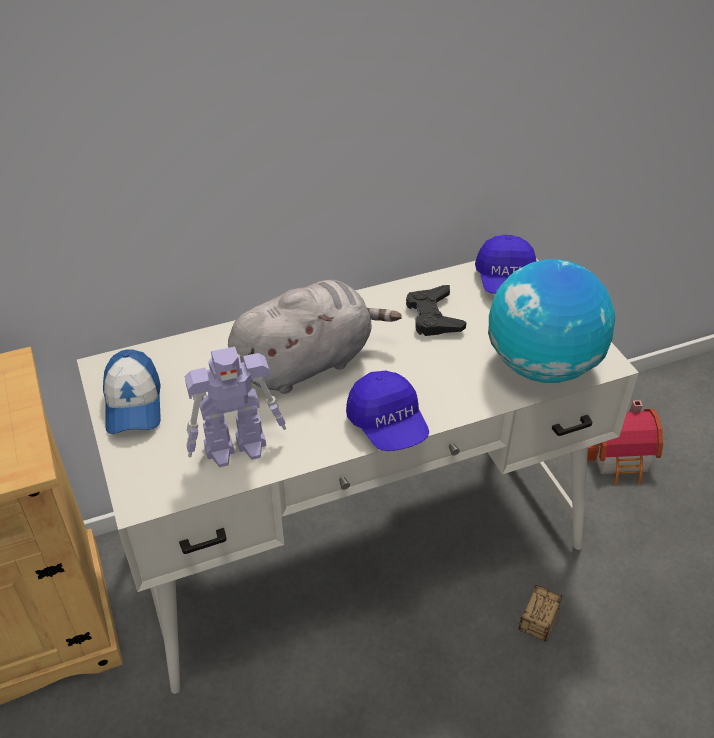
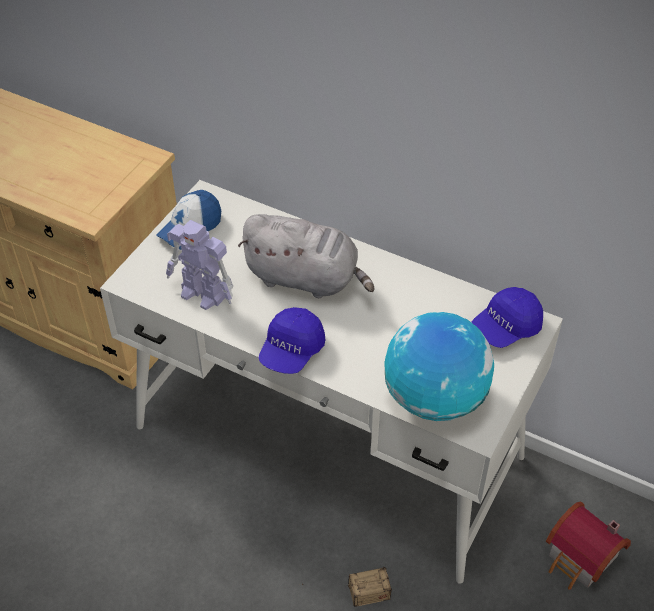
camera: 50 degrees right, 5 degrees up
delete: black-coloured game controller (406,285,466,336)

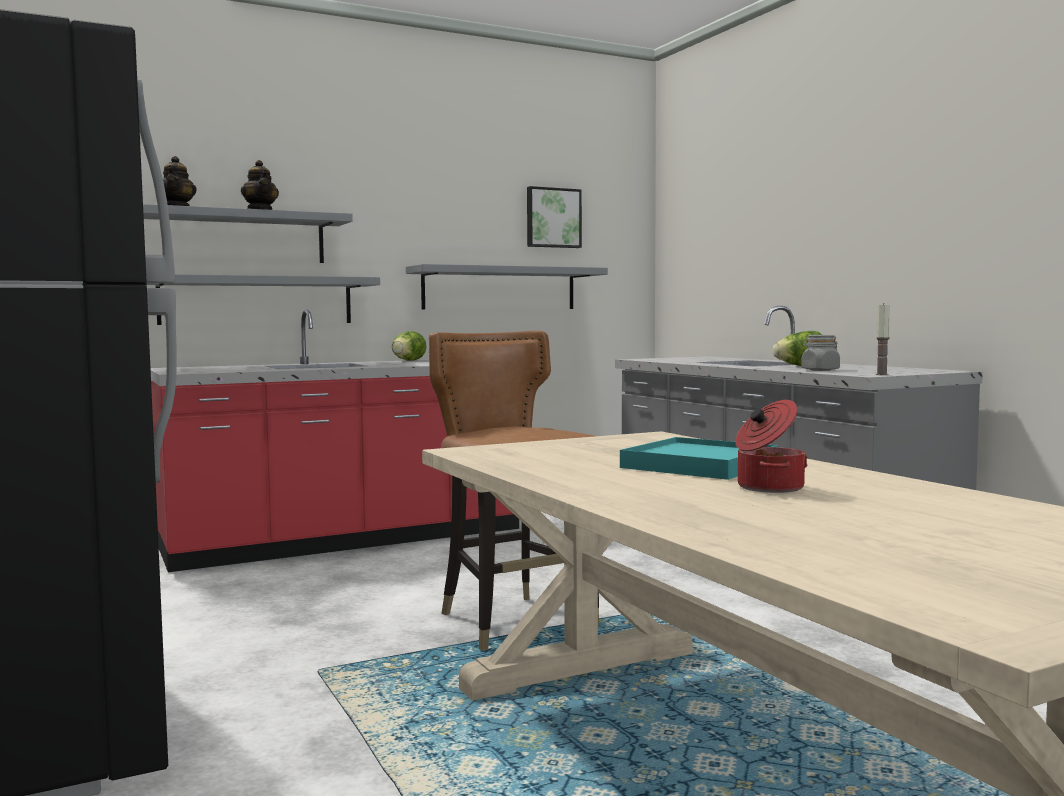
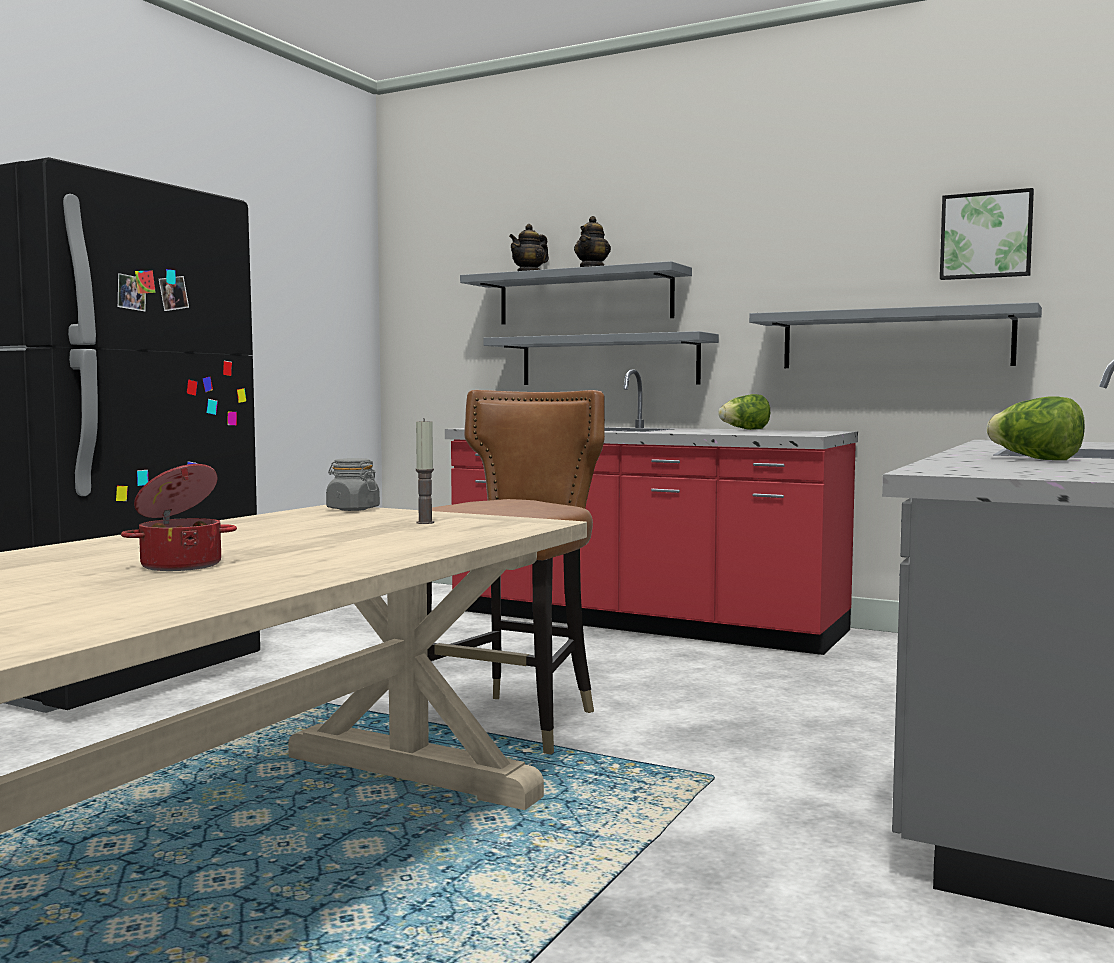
camera: 55 degrees right, 0 degrees up
delete: blue-green carrying tray (620,437,778,480)
move: greyish storage jar (801,335,840,371) to (326,458,380,511); wax light (876,304,890,375) to (416,418,434,524)

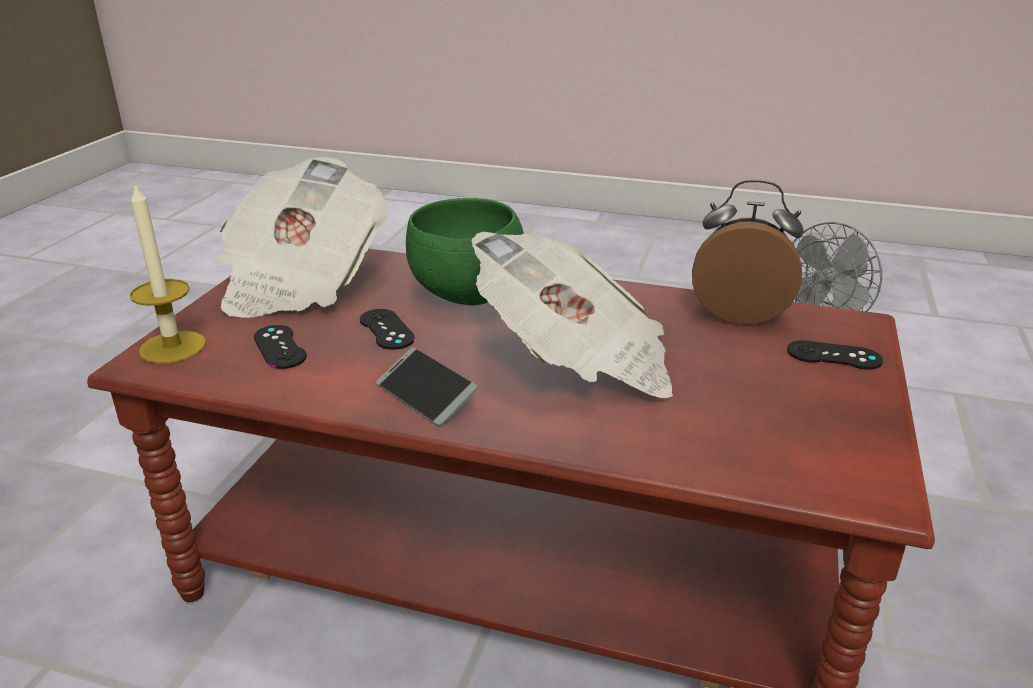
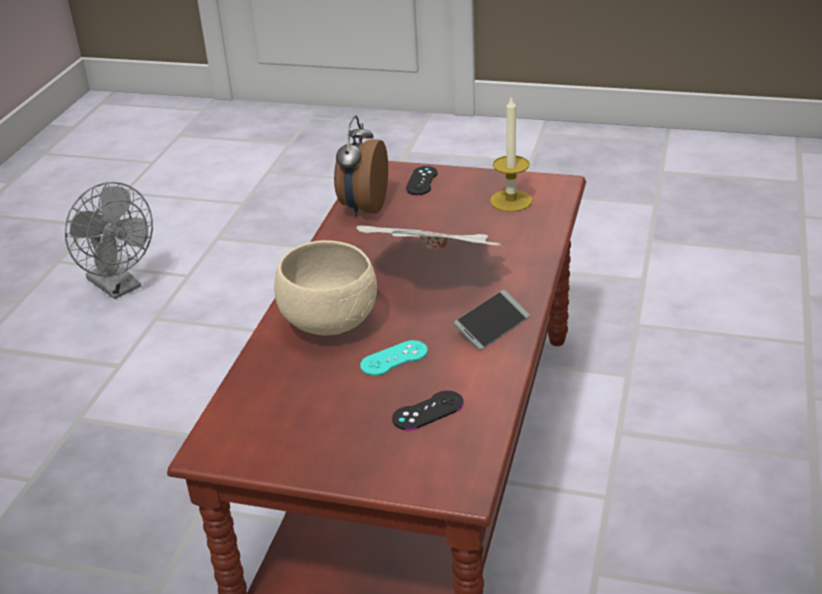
camera: 90 degrees left, 5 degrees up
delete: daily paper (216,157,387,318)
move: wax light (130,182,206,364) to (490,97,532,212)
recolor: black-coloured game controller (360,309,415,350) to blue-green game controller (360,340,428,376); green serving bowl (406,198,524,305) to beige serving bowl (274,240,377,336)

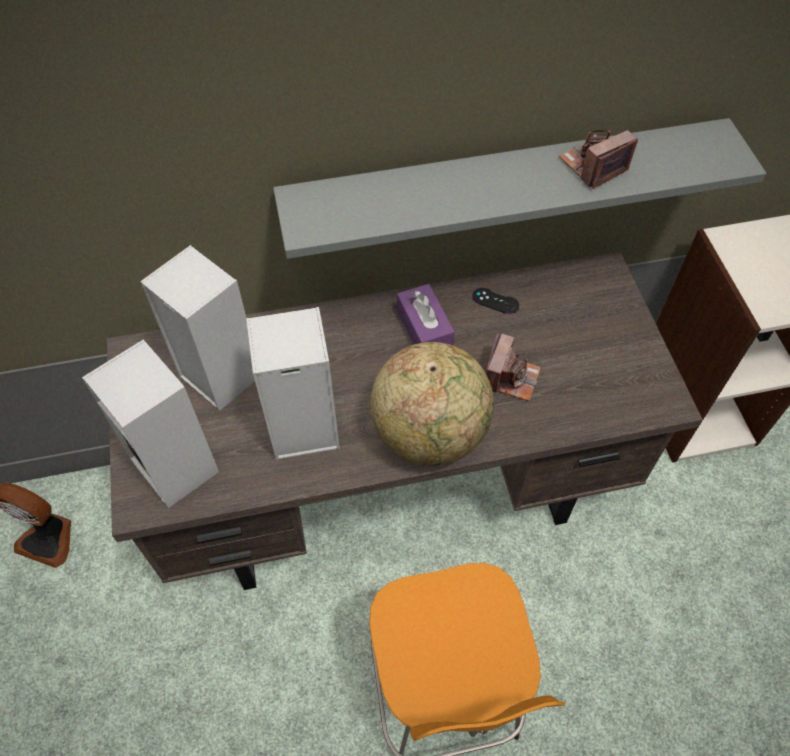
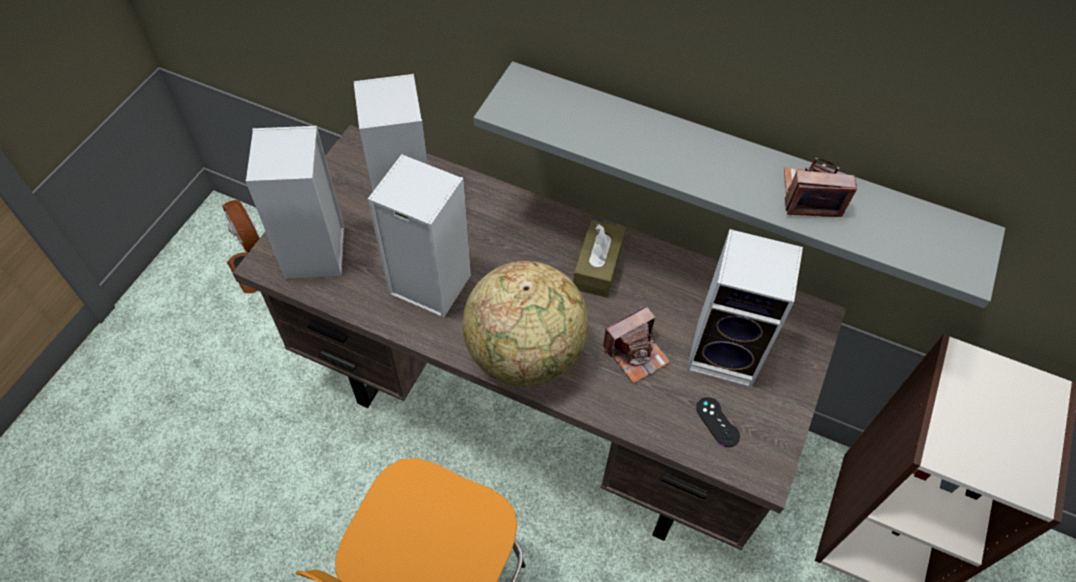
camera: 35 degrees right, 0 degrees up
insert: loudspeaker (687,229,803,388)
move: black-coloured game controller (472,288,519,314) to (696,397,740,447)
recolor: purple tissue box (397,284,455,345) to brown-coloured tissue box (573,220,626,298)

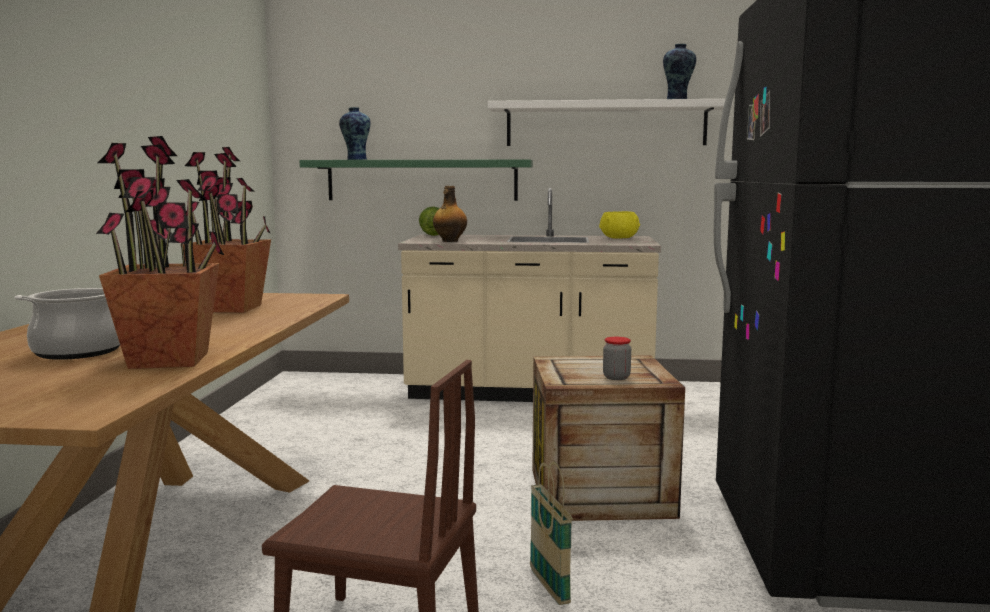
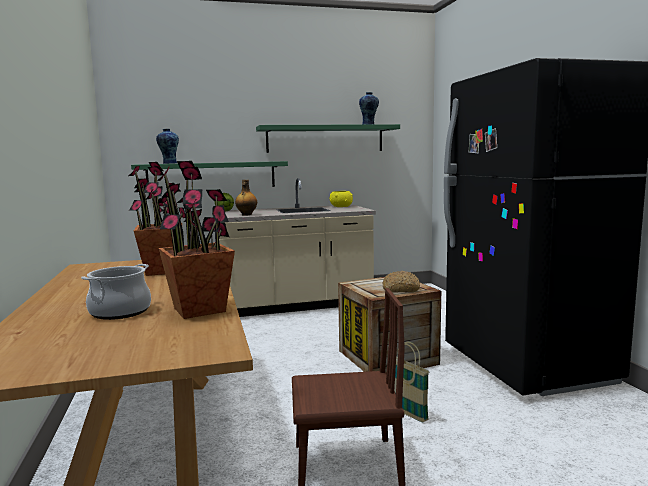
camera: 20 degrees left, 0 degrees up
replace: storage jar (603,337,631,380) to bread (382,271,420,293)
recolor: whitish shelf (488,99,733,146) to green shelf (256,124,400,153)

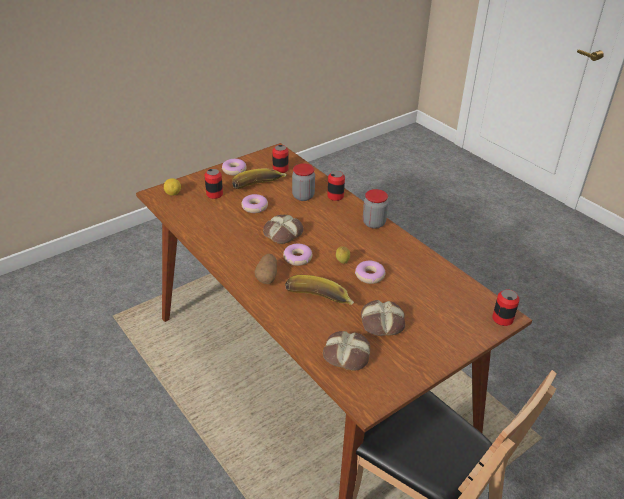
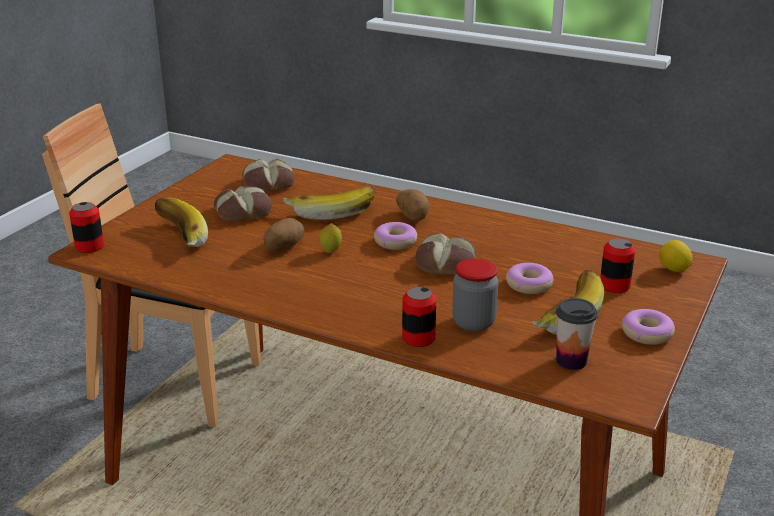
camera: 155 degrees right, 10 degrees down
delete: storage jar (363,189,388,229)
insert: whole banana (155,197,208,247)
replace: metal can (272,145,288,173) to drinking cup (556,298,598,370); doughnut (355,261,385,284) to potato (263,218,304,251)

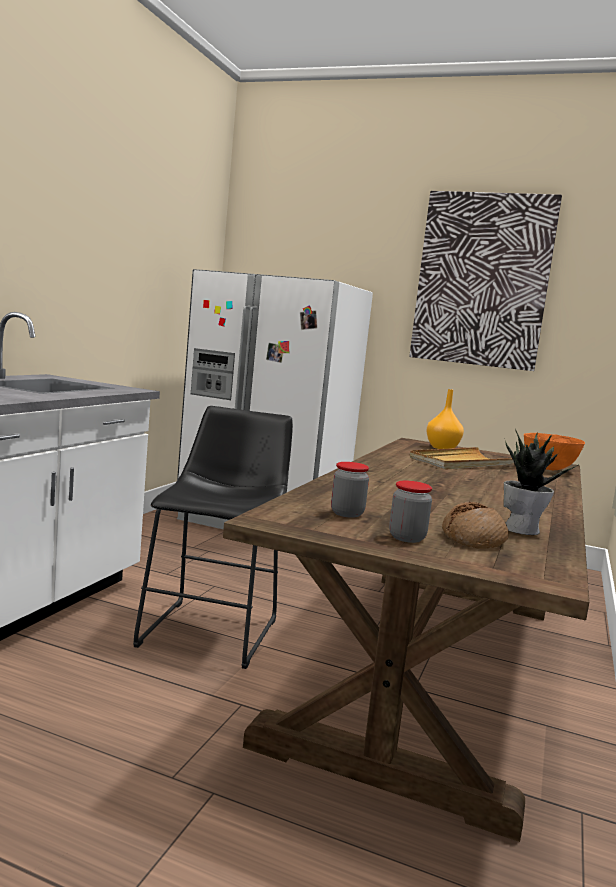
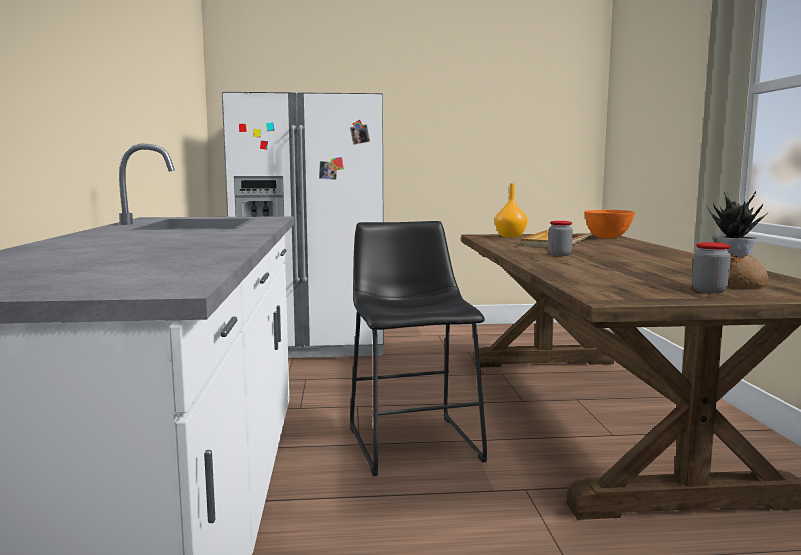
camera: 25 degrees left, 0 degrees up
delete: picture (409,191,562,371)
move: storage jar (331,462,369,518) to (548,221,573,256)

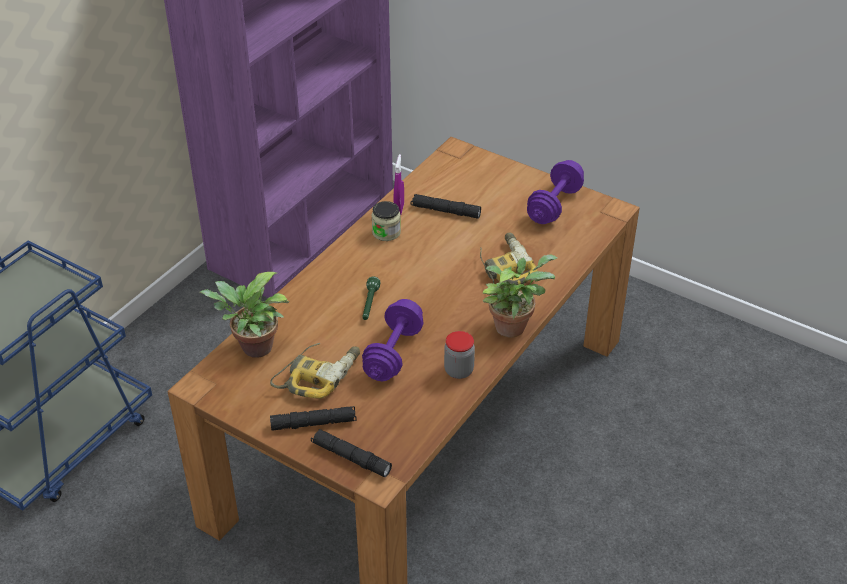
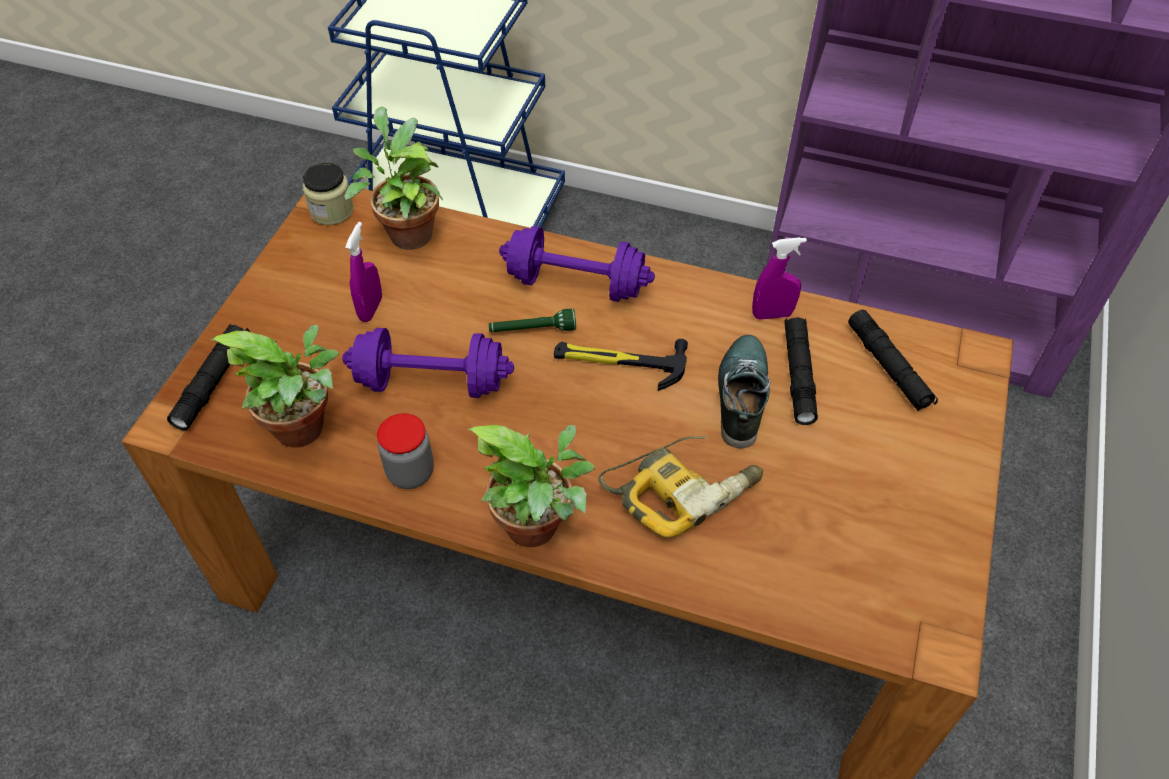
camera: 75 degrees right, 10 degrees up
insert: plant in a pot (211,325,339,447); hammer (554,339,688,391); item of footwear (718,335,770,448)
move: black-coloured torch (270,406,357,431) to (848,310,938,411); storage jar (372,201,401,241) to (303,162,354,225); purple hand weight (527,160,584,224) to (499,226,655,302)
replace: power drill (270,343,360,399) to purple spray bottle (345,222,382,322)

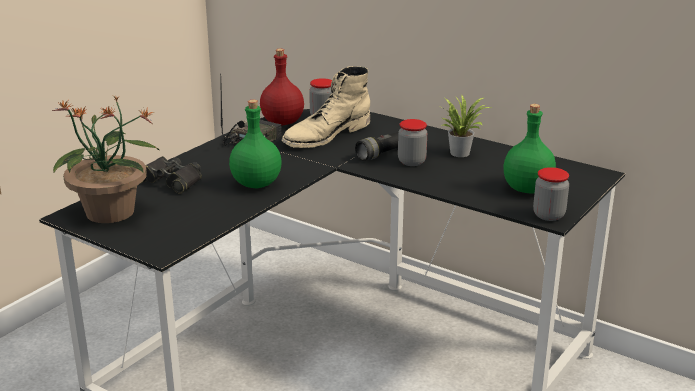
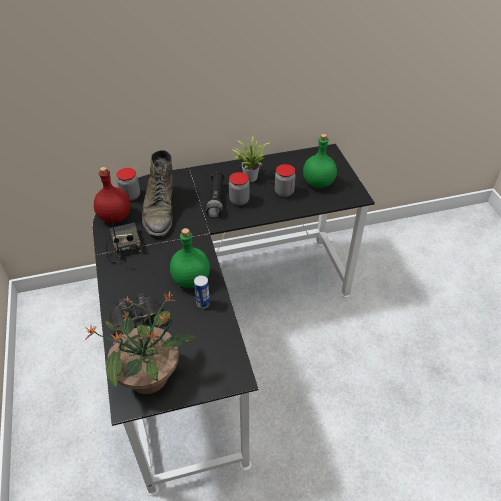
camera: 50 degrees left, 20 degrees up
insert: metal can (194,275,210,309)
move: storage jar (533,167,569,221) to (275,164,296,197)
recolor: beige boot (281,66,370,148) to green boot (142,150,173,236)

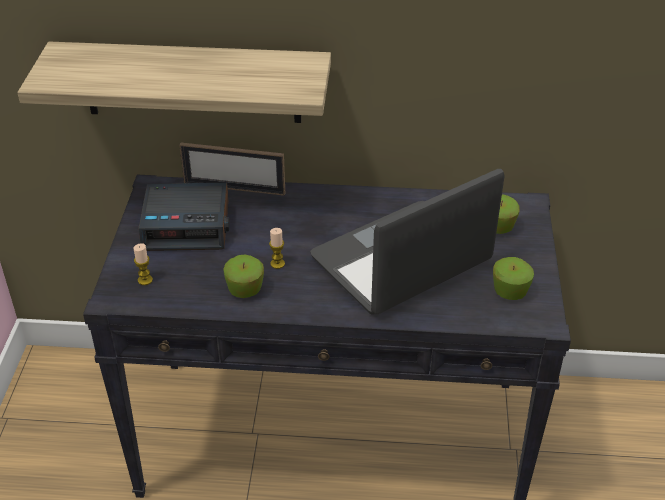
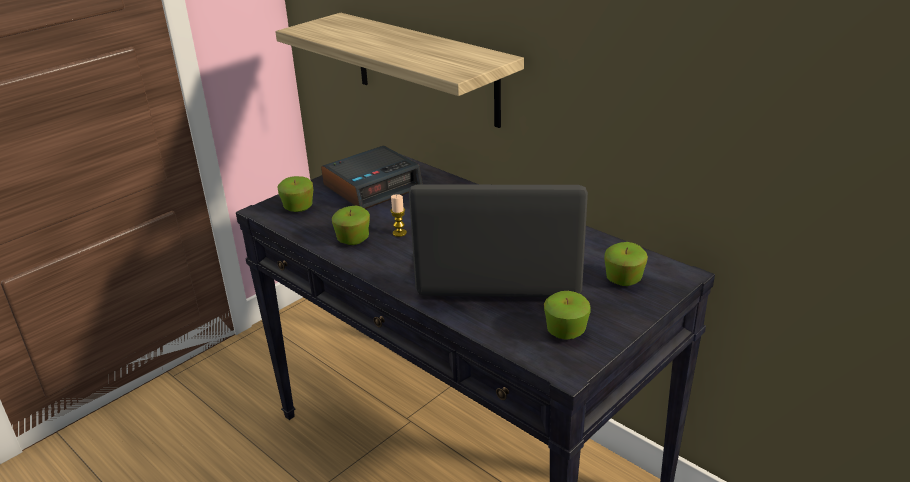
camera: 40 degrees right, 10 degrees down
delete: photo frame (179,143,285,196)
replace: wax light (133,243,153,285) to whole apple (277,176,313,212)
rotate: alarm clock (139,183,230,251) = (321,146,423,209) 75 degrees counterclockwise

